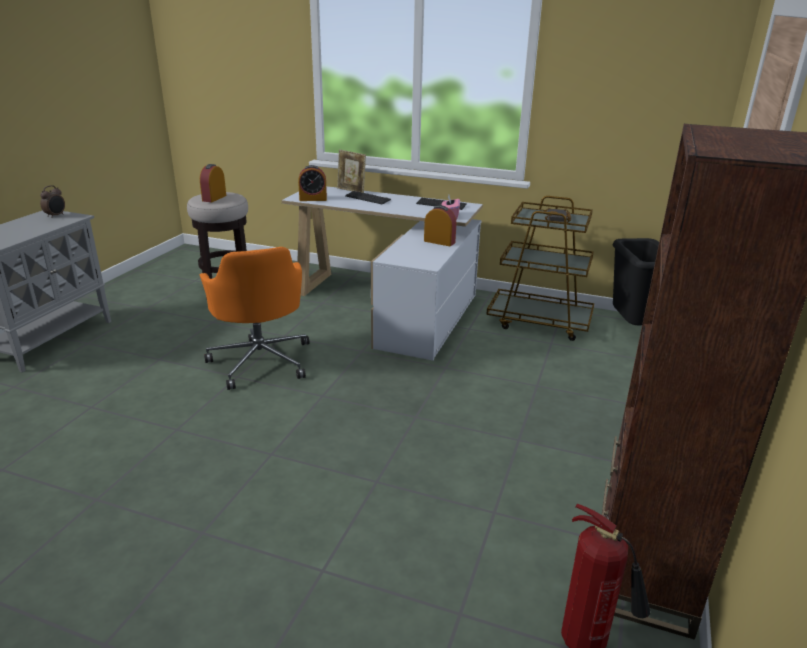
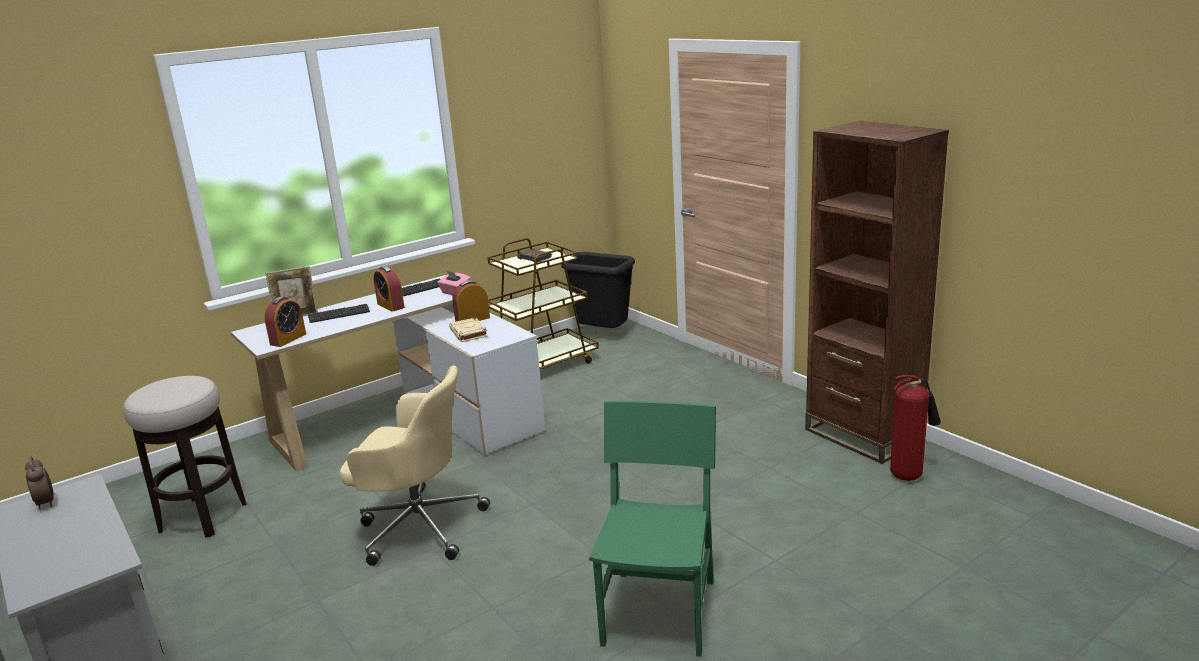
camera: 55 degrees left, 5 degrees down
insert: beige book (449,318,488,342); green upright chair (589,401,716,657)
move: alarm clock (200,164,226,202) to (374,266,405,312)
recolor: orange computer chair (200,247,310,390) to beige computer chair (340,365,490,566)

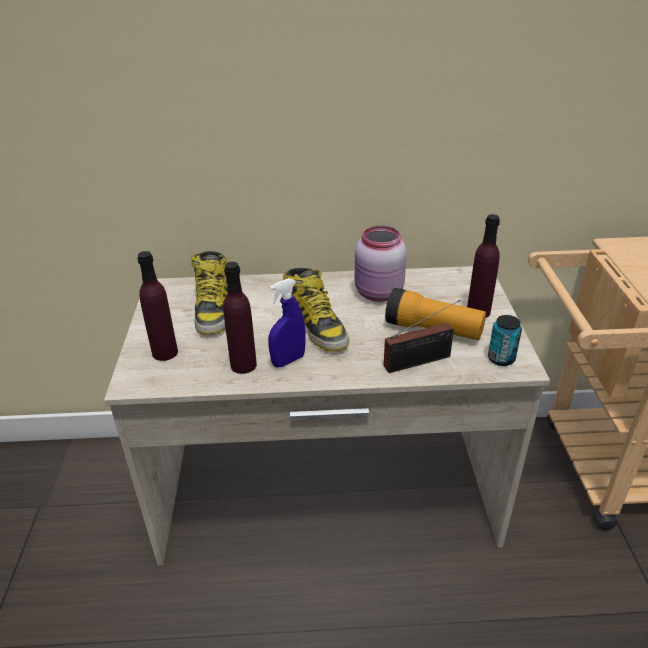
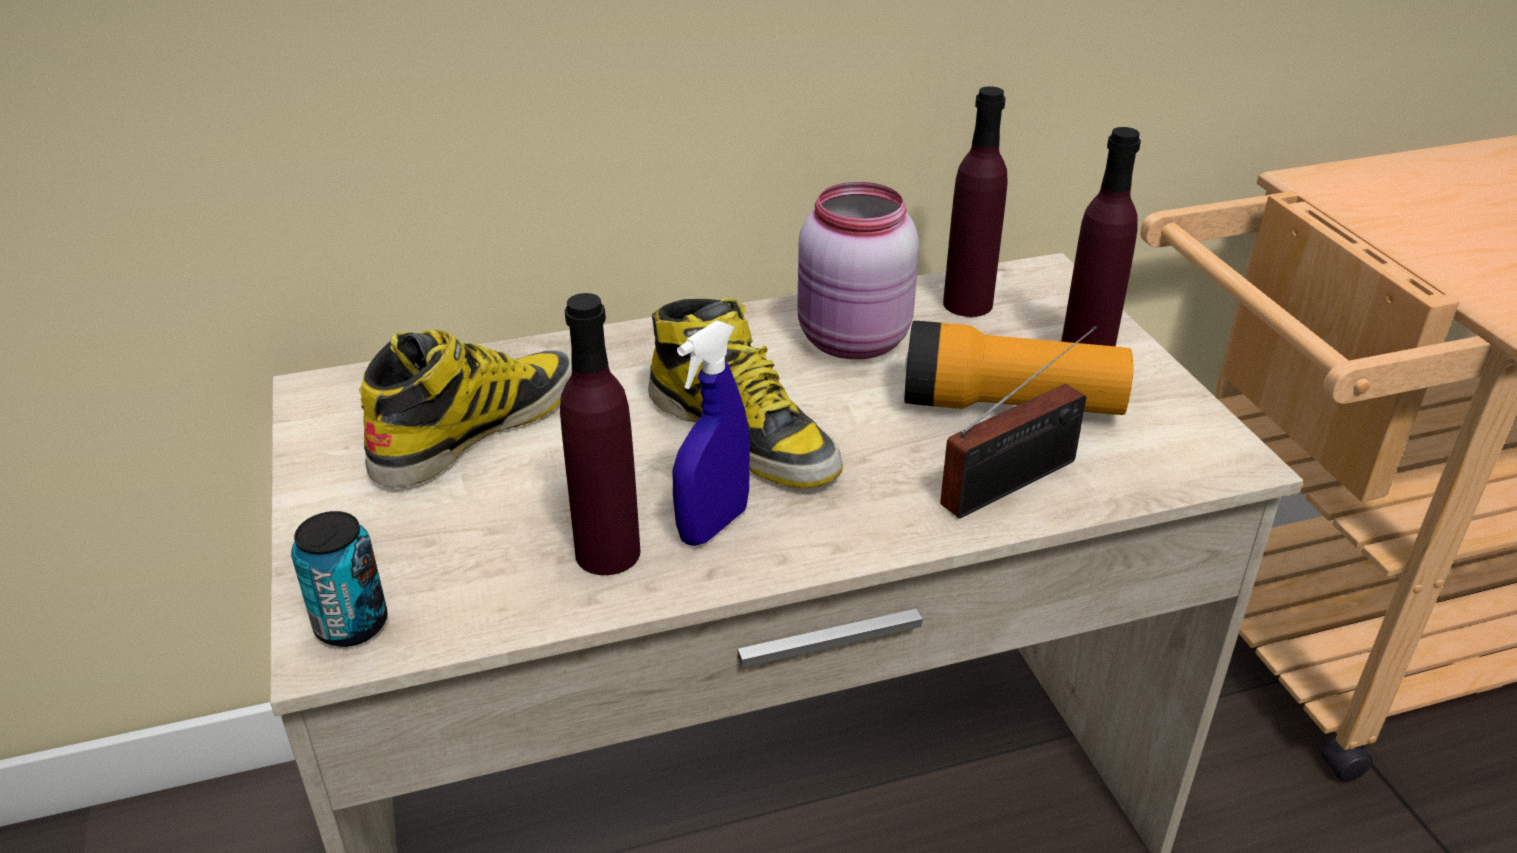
camera: 15 degrees left, 0 degrees up
move: purple bottle (137,251,178,361) to (943,86,1008,317); metal can (488,315,522,366) to (291,511,388,647)
rotate: boot (191,251,228,335) = (359,329,572,488) 120 degrees counterclockwise

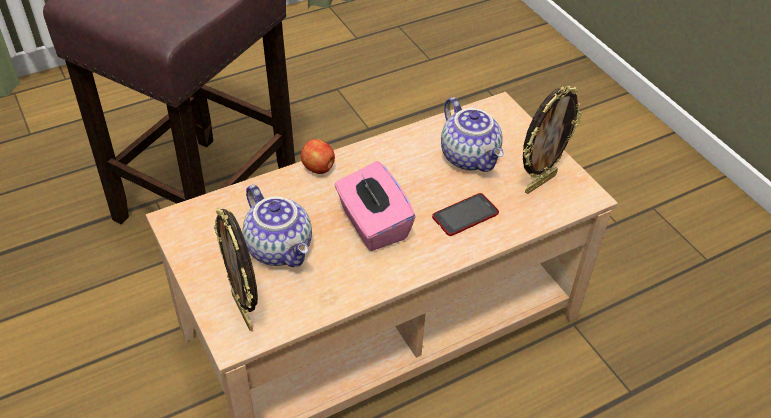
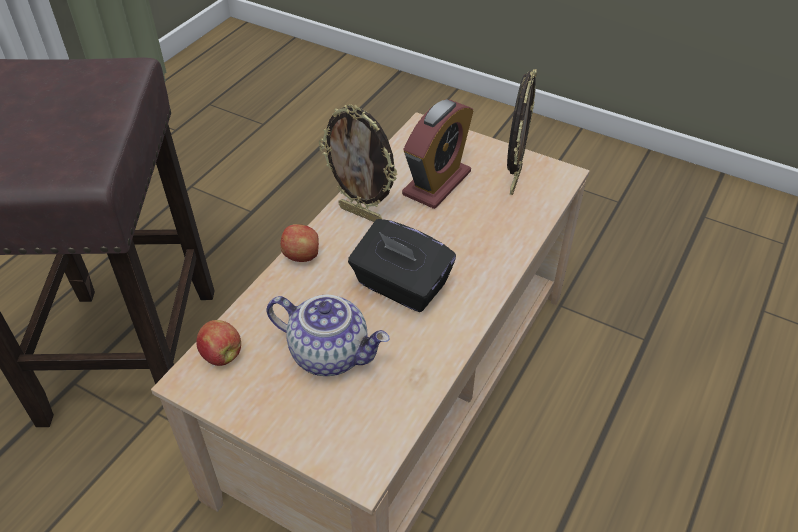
camera: 30 degrees left, 0 degrees up
delete: phone (432,193,499,236)
insert: whole apple (196,320,241,366)
move: photo frame (214,207,258,331) to (319,104,397,222)
replace: pot for tea (441,97,504,172) to alarm clock (402,99,473,209)
recolor: pinkish tissue box (335,161,416,251) to black-coloured tissue box (348,219,456,312)

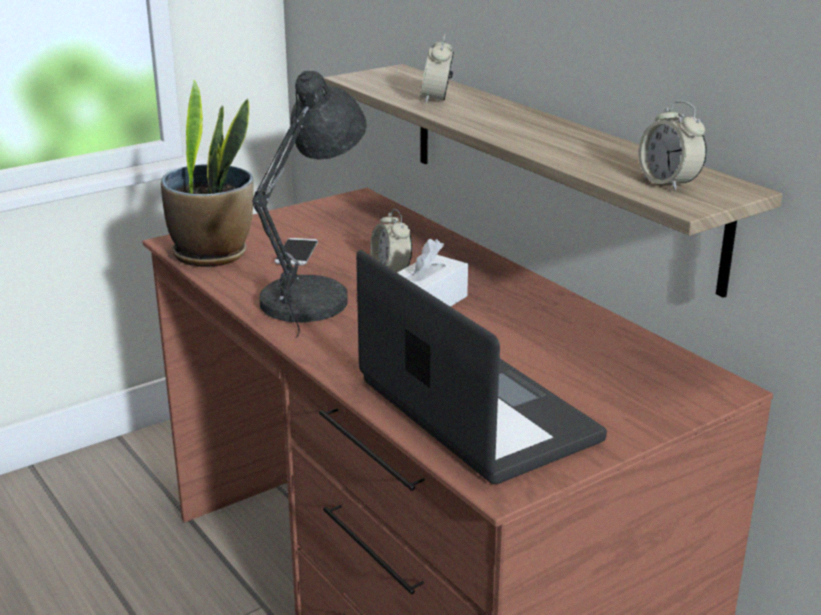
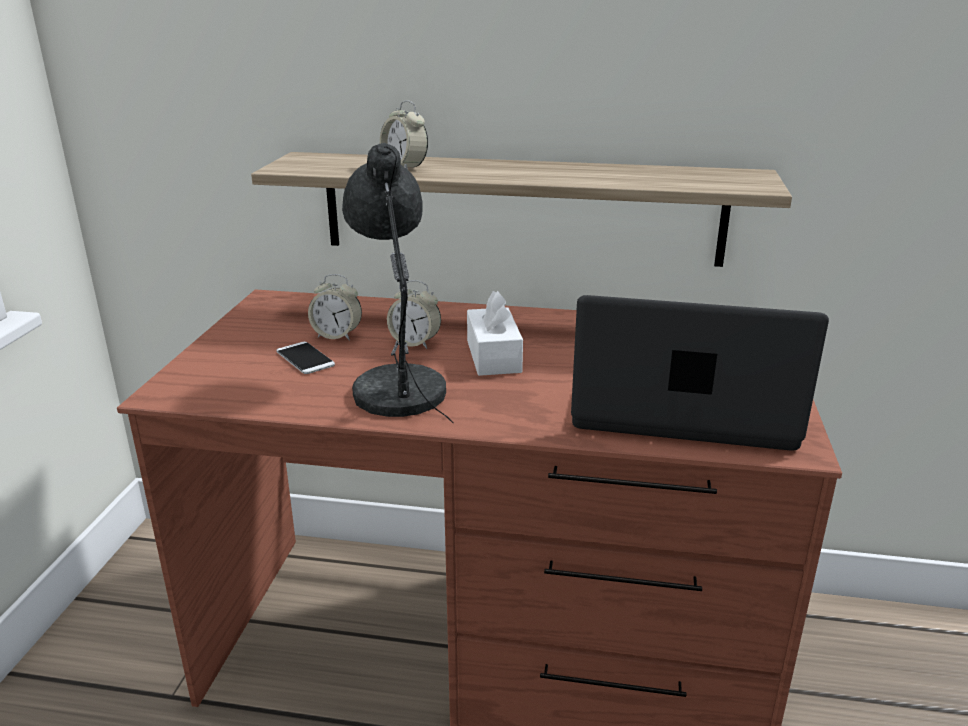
camera: 45 degrees left, 0 degrees up
delete: plant in a pot (161,80,254,267)
move: alarm clock (638,101,707,191) to (308,274,362,341)

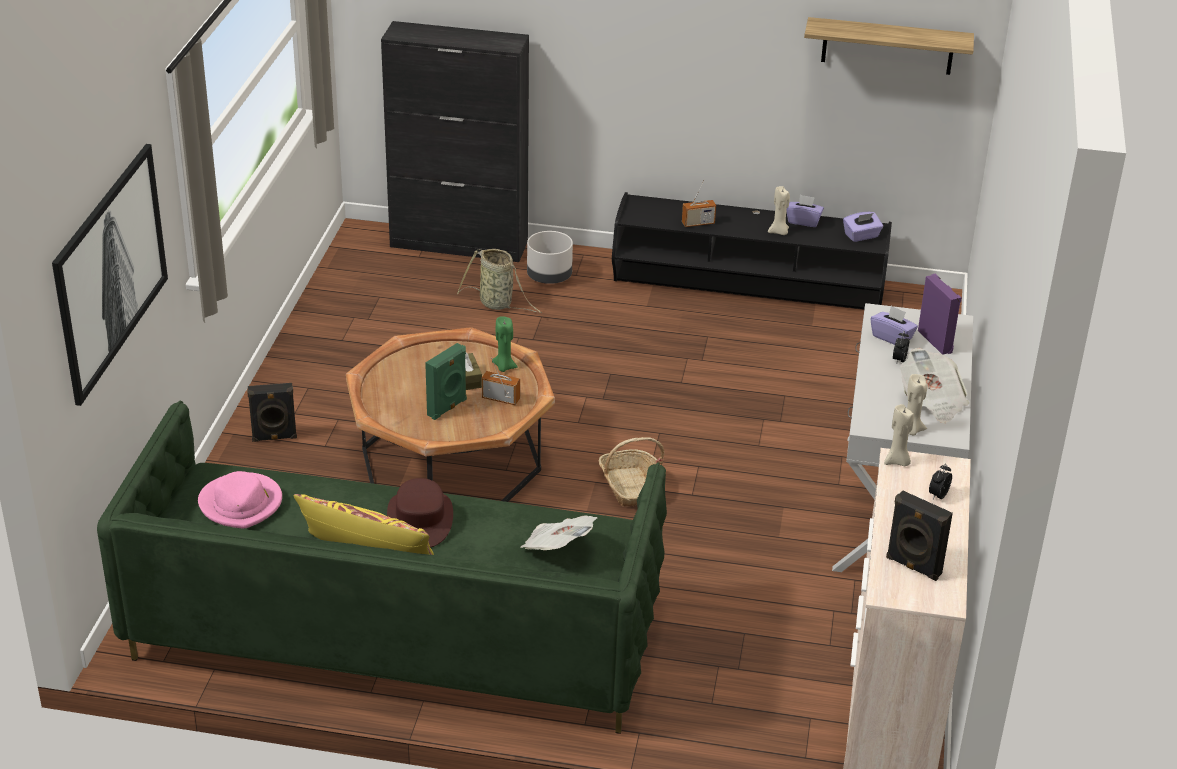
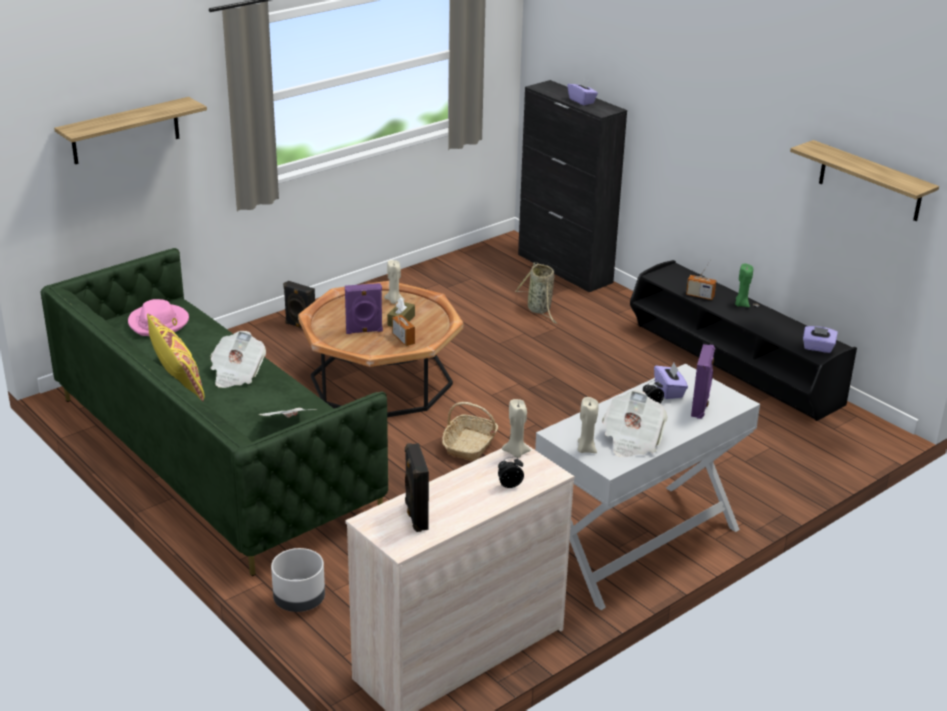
camera: 40 degrees right, 5 degrees down
move: green wax light (492,316,518,372) to (735,263,753,307); greyish flower pot (527,231,573,284) to (271,548,325,612); beige wax light (768,186,790,235) to (384,260,405,304); purple tissue box (786,195,824,227) to (567,78,598,105)
replace: picture (52,144,168,406) to shelf (54,97,207,164); brown-coloured wearable hat (387,478,453,548) to daily paper (210,331,266,388)
recolor: green loudspeaker (425,343,467,420) to purple loudspeaker (345,283,383,334)

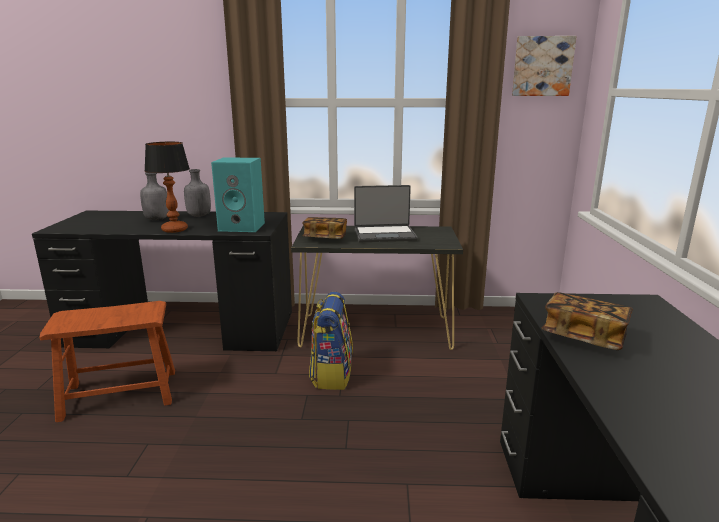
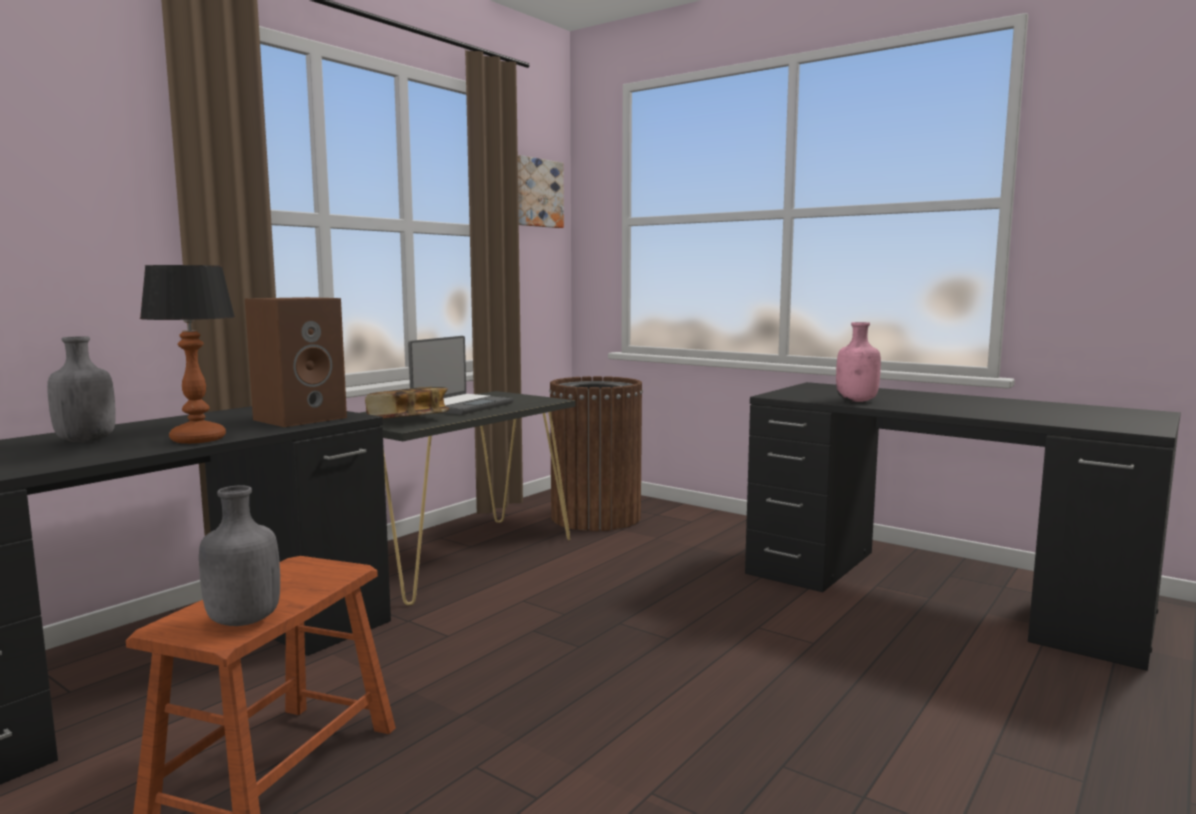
camera: 55 degrees left, 10 degrees down
delete: knapsack (309,292,353,390)
insert: brown-coloured trash can (549,376,643,531)
move: greyish bottle (184,169,211,217) to (199,485,280,626)
replace: book (541,292,633,350) to pinkish bottle (836,322,881,402)
recolor: blue-green loudspeaker (211,157,265,232) to brown-coloured loudspeaker (245,297,347,427)

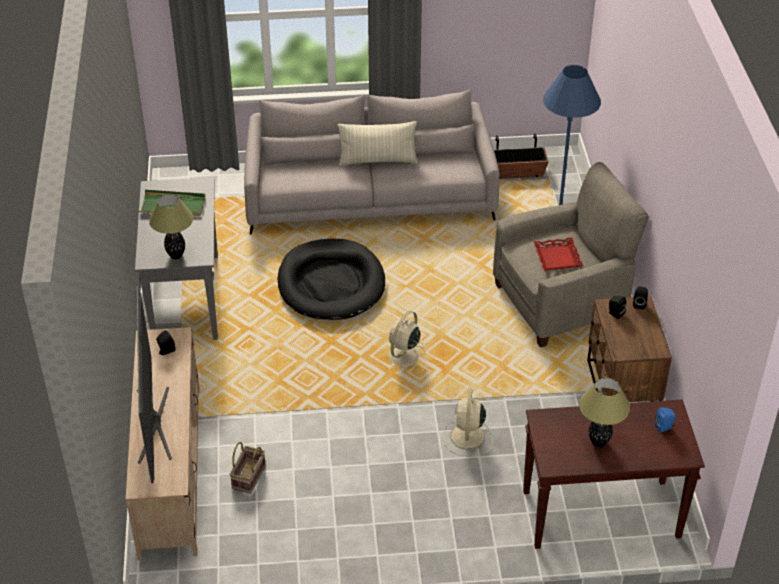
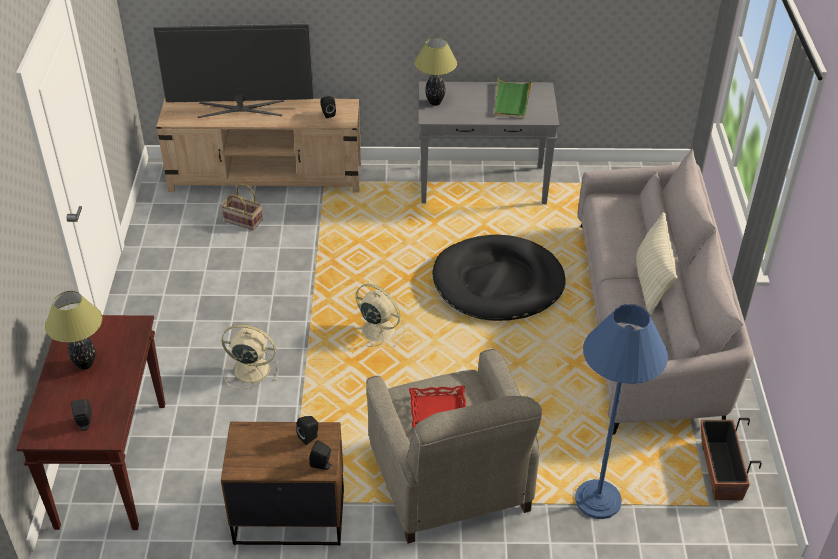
camera: 95 degrees right, 0 degrees up
recolor: blue loudspeaker (655,407,676,433) to black-coloured loudspeaker (71,399,92,431)

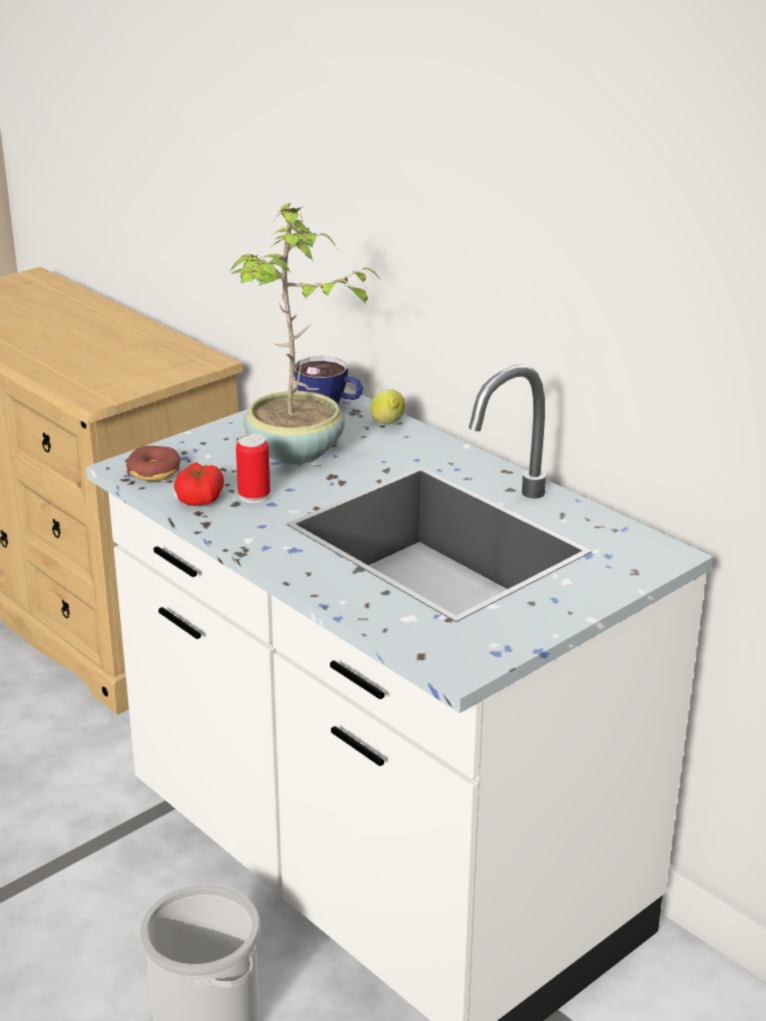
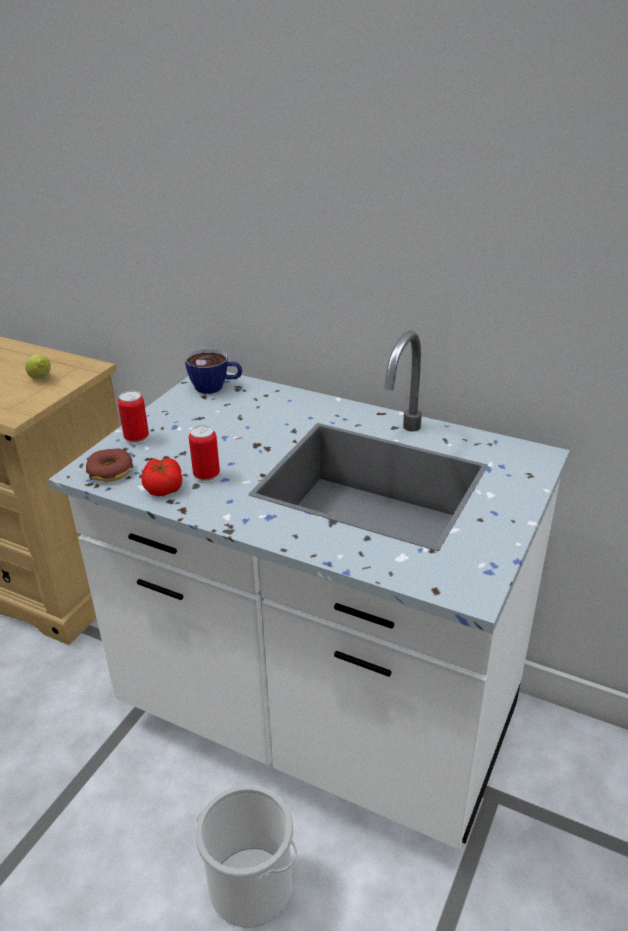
camera: 20 degrees left, 5 degrees up
delete: plant in a pot (228,203,382,464)
insert: metal can (118,391,149,445)
move: lemon (370,389,405,424) to (25,354,51,379)

